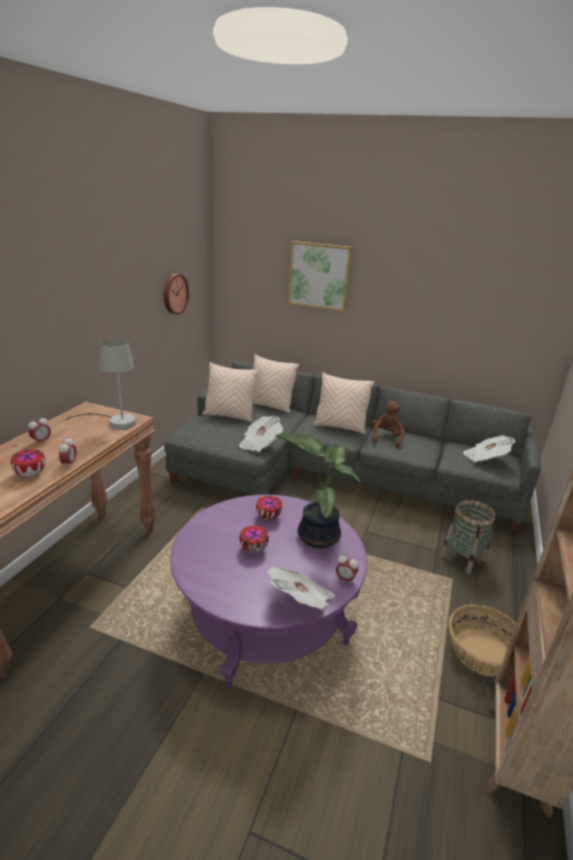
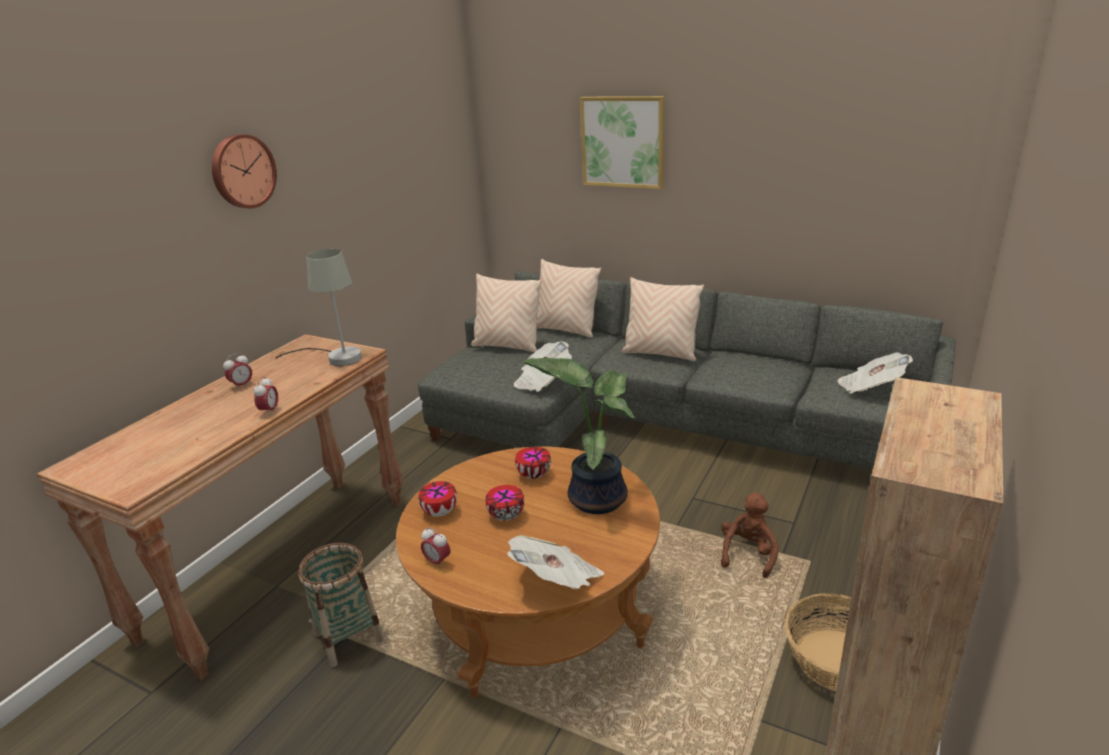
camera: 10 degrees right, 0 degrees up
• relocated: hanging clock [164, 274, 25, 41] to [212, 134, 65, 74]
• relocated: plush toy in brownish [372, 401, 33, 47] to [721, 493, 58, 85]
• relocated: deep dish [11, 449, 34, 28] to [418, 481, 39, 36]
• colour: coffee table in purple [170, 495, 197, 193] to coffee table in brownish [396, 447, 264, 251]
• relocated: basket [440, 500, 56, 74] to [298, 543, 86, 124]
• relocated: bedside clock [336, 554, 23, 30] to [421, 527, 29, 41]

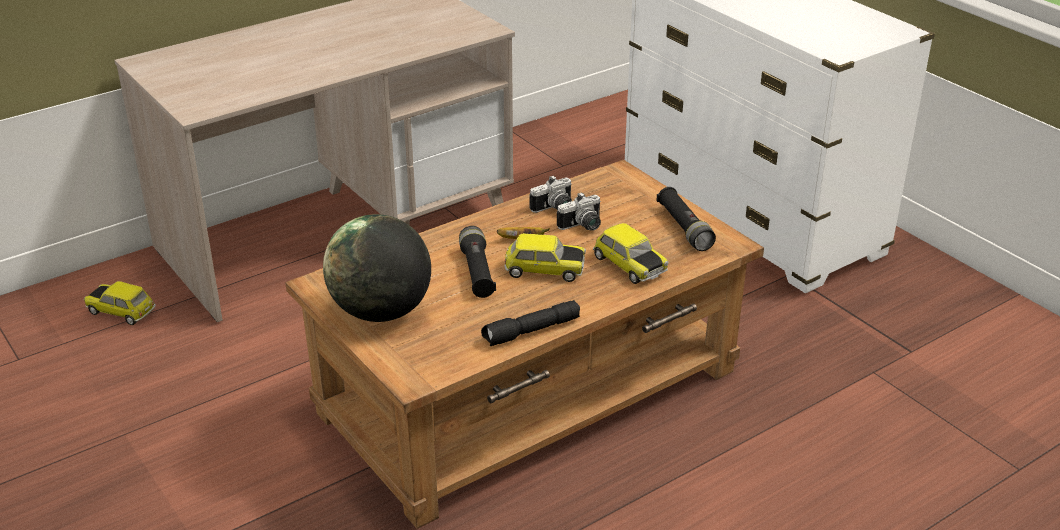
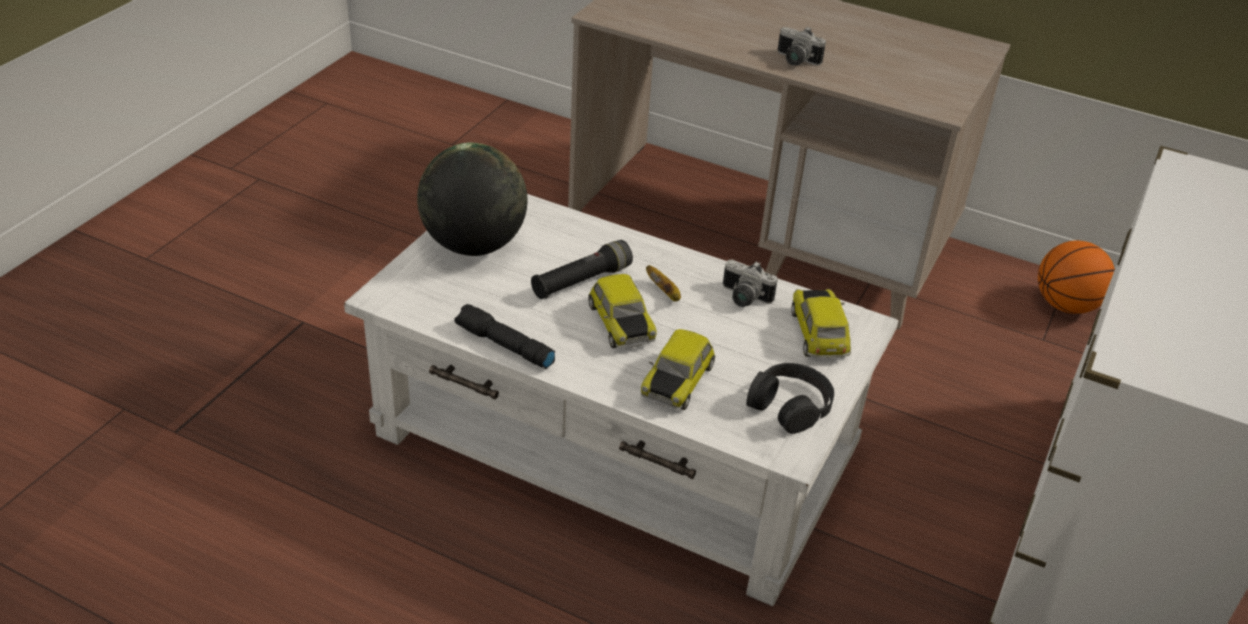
camera: 60 degrees right, 5 degrees up
• colour: coffee table in brownish [285, 160, 479, 369] to coffee table in whitish [344, 194, 555, 412]
• exchanged: hand torch in black-coloured [656, 187, 60, 64] to headphones in black-coloured [746, 363, 88, 71]
• relocated: still camera [557, 192, 44, 39] to [778, 27, 48, 39]
• relocated: model car [84, 281, 72, 44] to [791, 289, 60, 69]
• appeared: ball for basketball [1038, 241, 77, 73]

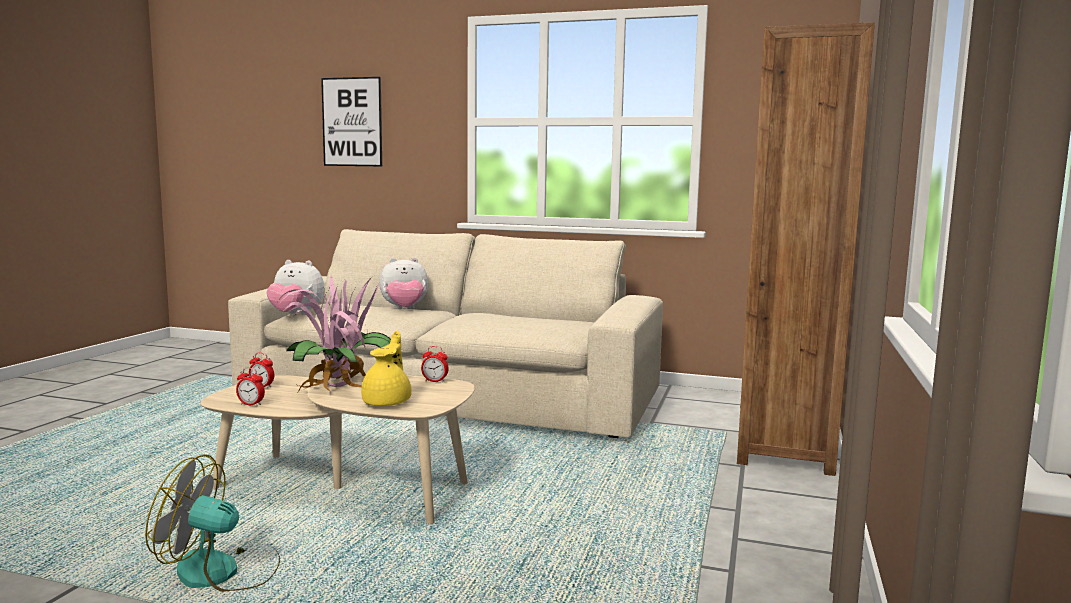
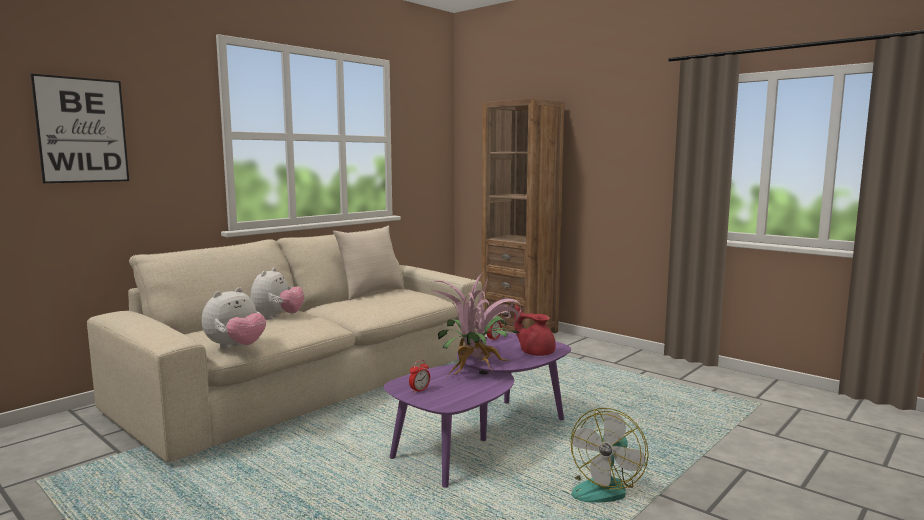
camera: 65 degrees left, 0 degrees up
• colour: tea pot in yellowish [361, 331, 51, 75] to tea pot in red [514, 305, 42, 51]
• missing: bedside clock [236, 367, 29, 39]
• colour: coffee table in sand-coloured [200, 375, 275, 149] to coffee table in purple [384, 333, 187, 155]
• appeared: pillow in sand-coloured [333, 225, 72, 75]

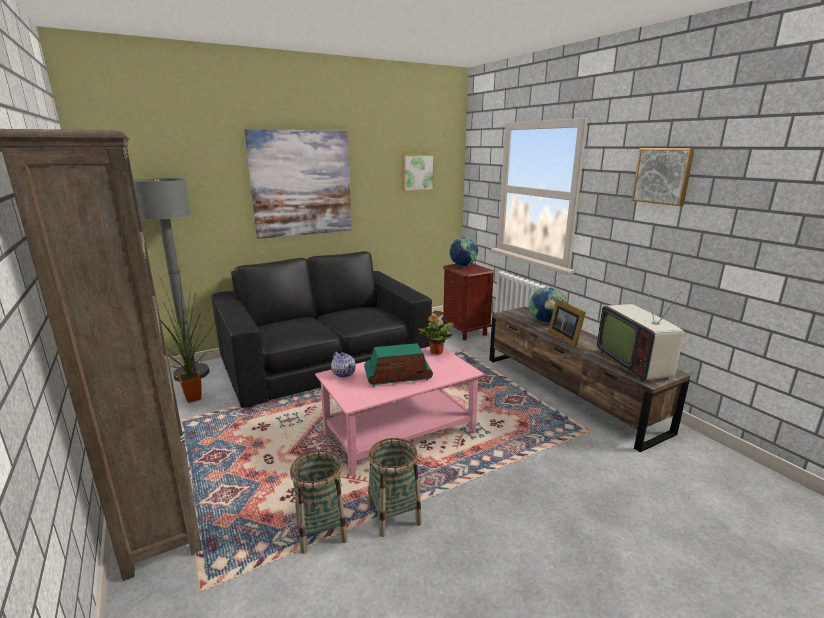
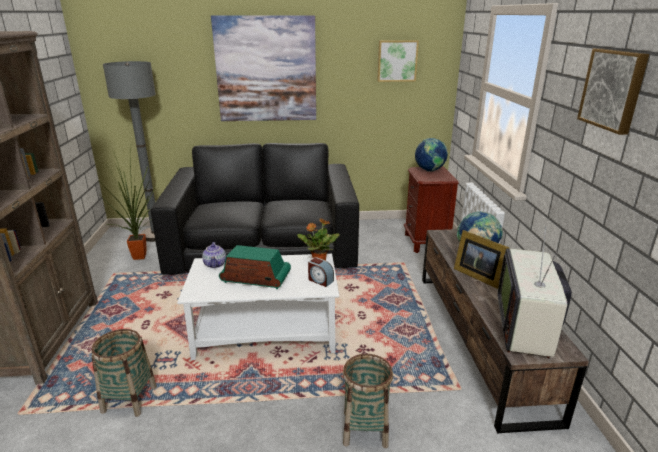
camera: 25 degrees right, 5 degrees up
• spun: standing frame [548, 299, 38, 48] = [454, 230, 55, 59] 45 degrees counterclockwise
• colour: coffee table in pink-coloured [315, 347, 169, 129] to coffee table in whitish [177, 254, 162, 106]
• relocated: basket [368, 438, 54, 99] to [343, 354, 50, 94]
• appeared: bedside clock [308, 257, 26, 30]

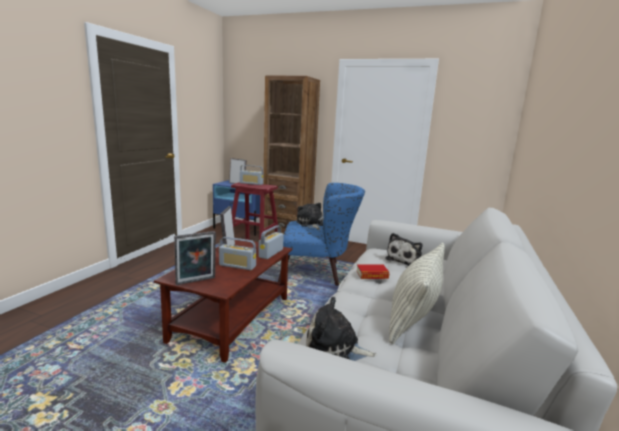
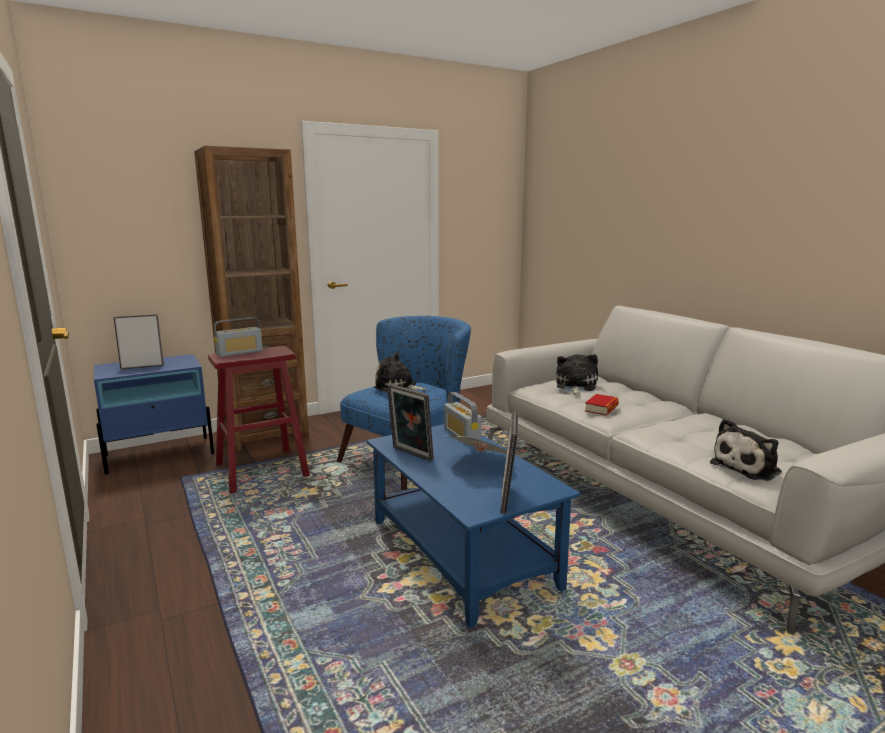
camera: 50 degrees left, 0 degrees up
• spun: plush toy [386, 233, 37, 33] = [556, 354, 42, 41] 150 degrees counterclockwise
• exchanged: radio set [219, 237, 37, 33] to daily paper [445, 435, 62, 19]
• colour: coffee table in brownish [154, 240, 138, 123] to coffee table in bluish [366, 424, 214, 204]
• missing: pillow [389, 243, 56, 101]

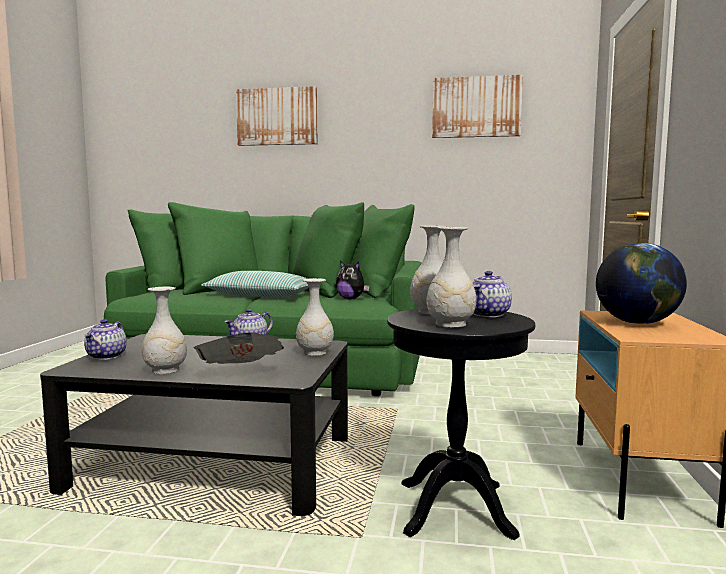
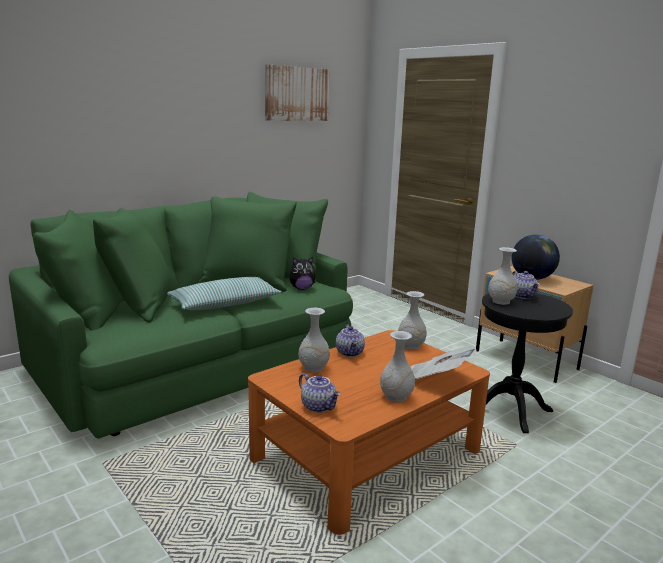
camera: 50 degrees left, 10 degrees up
• missing: picture [236, 86, 81, 60]
• relocated: flower vase in whitish [426, 227, 51, 101] to [298, 308, 32, 64]
• colour: coffee table in black-coloured [40, 334, 308, 182] to coffee table in orange [248, 330, 242, 205]

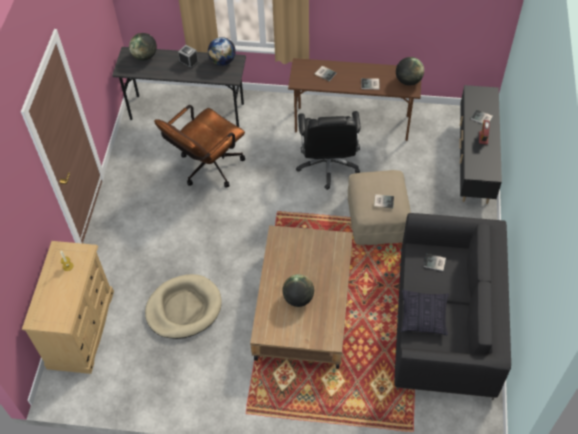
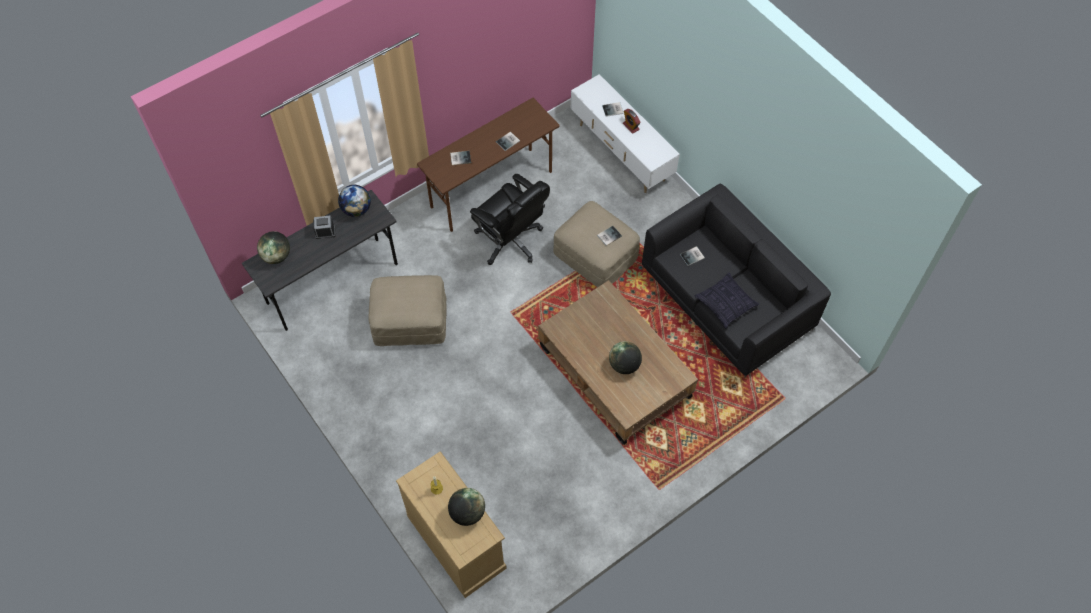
camera: 45 degrees left, 5 degrees up
• relocated: world globe [396, 57, 28, 28] to [448, 488, 37, 38]
• colour: tv stand in black-coloured [459, 85, 43, 119] to tv stand in whitish [571, 74, 109, 119]
• exchanged: desk chair in brownish [154, 105, 91, 83] to footrest in sand-coloured [369, 275, 78, 71]
• missing: pet bed in sand-coloured [145, 274, 77, 65]

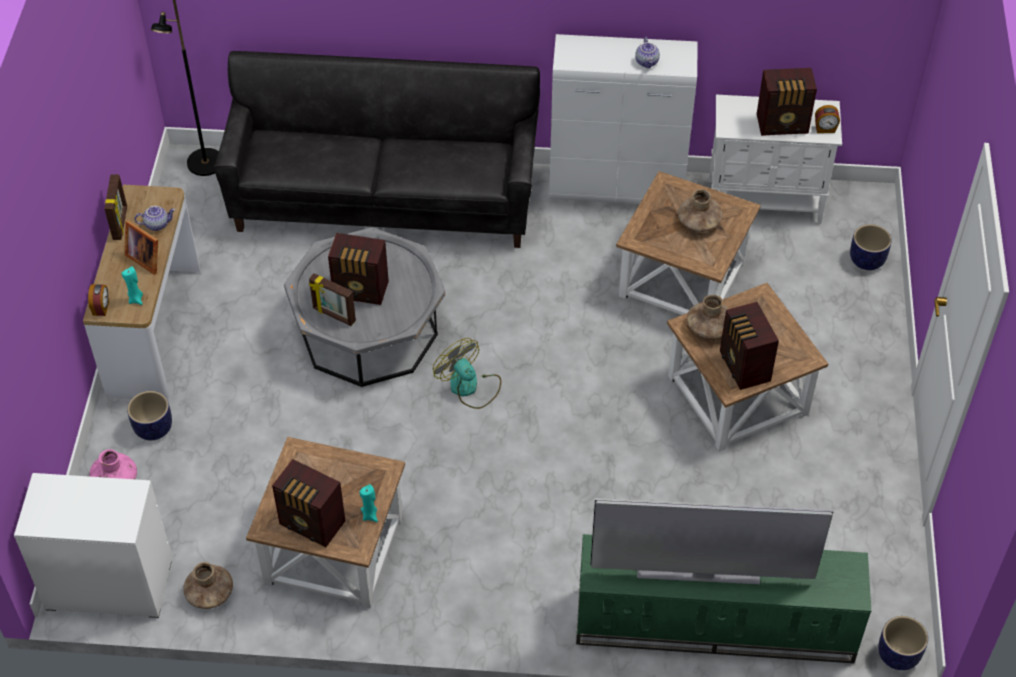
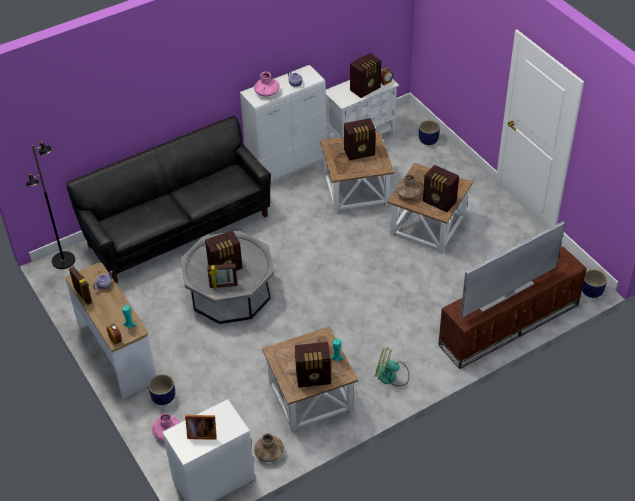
camera: 35 degrees left, 5 degrees down
• exchanged: flower vase in brownish [678, 189, 45, 43] to radio set [344, 118, 32, 43]
• relocated: standing frame [125, 220, 33, 55] to [185, 415, 32, 25]
• relocated: electric fan [433, 338, 68, 71] to [375, 346, 34, 40]
• colour: tv stand in greenish [576, 534, 295, 129] to tv stand in brownish [438, 247, 149, 122]
• appeared: flower vase in pink-coloured [254, 72, 26, 25]

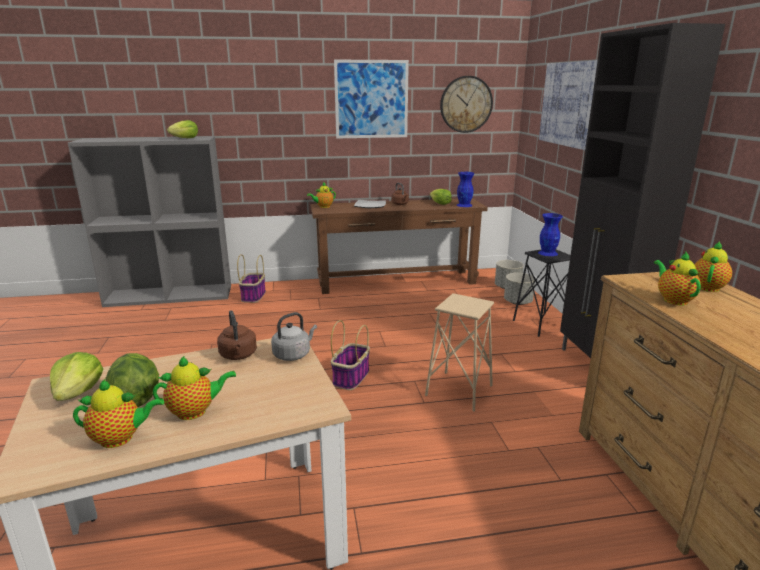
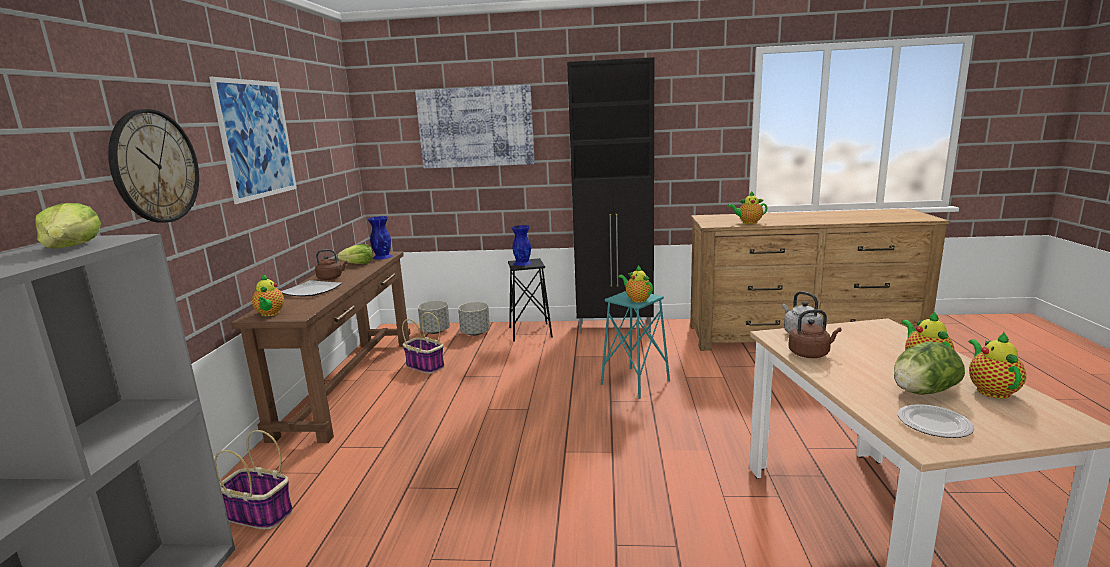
camera: 75 degrees left, 5 degrees down
• relocated: hanging clock [440, 76, 53, 57] to [108, 109, 91, 113]
• relocated: tea pot [694, 241, 38, 51] to [618, 265, 35, 38]
• colour: stool seat in sand-coloured [425, 293, 69, 119] to stool seat in blue-green [601, 291, 69, 108]
• relocated: basket [331, 320, 39, 70] to [402, 312, 43, 62]
• exchanged: head of lettuce [50, 352, 53, 49] to plate [898, 404, 76, 34]

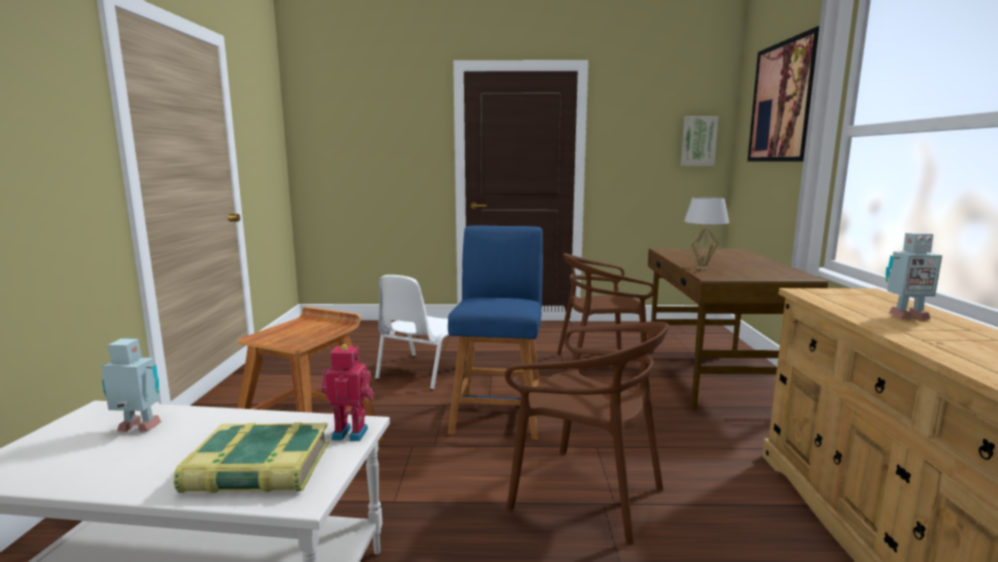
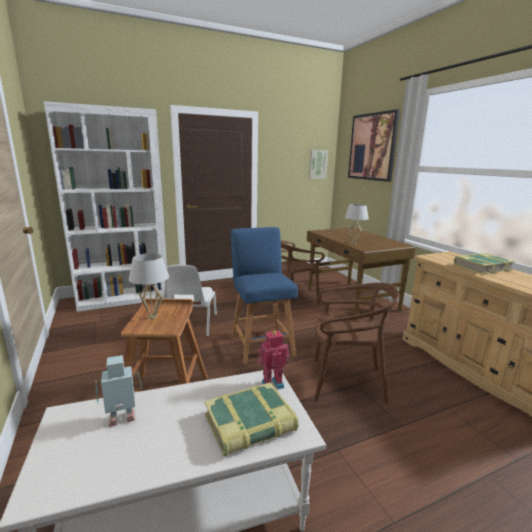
camera: 25 degrees left, 5 degrees up
• exchanged: model robot [886, 233, 56, 87] to bound book [454, 253, 61, 21]
• appeared: bookshelf in whitish [43, 101, 124, 211]
• appeared: lamp for a table in whitish [129, 253, 40, 66]

